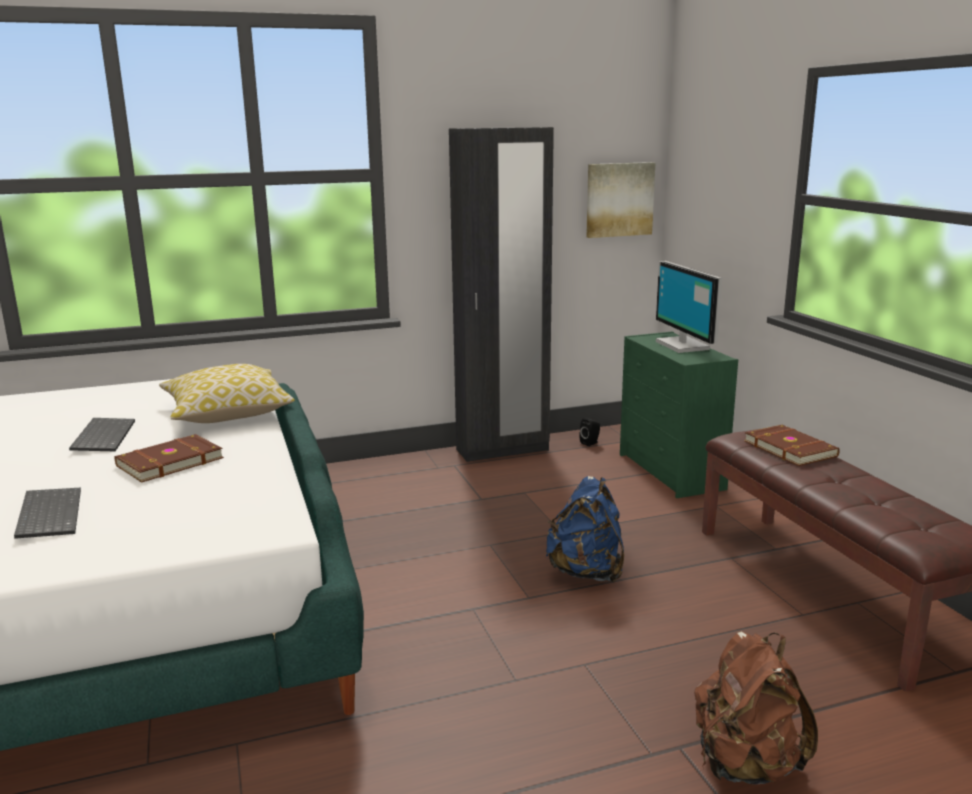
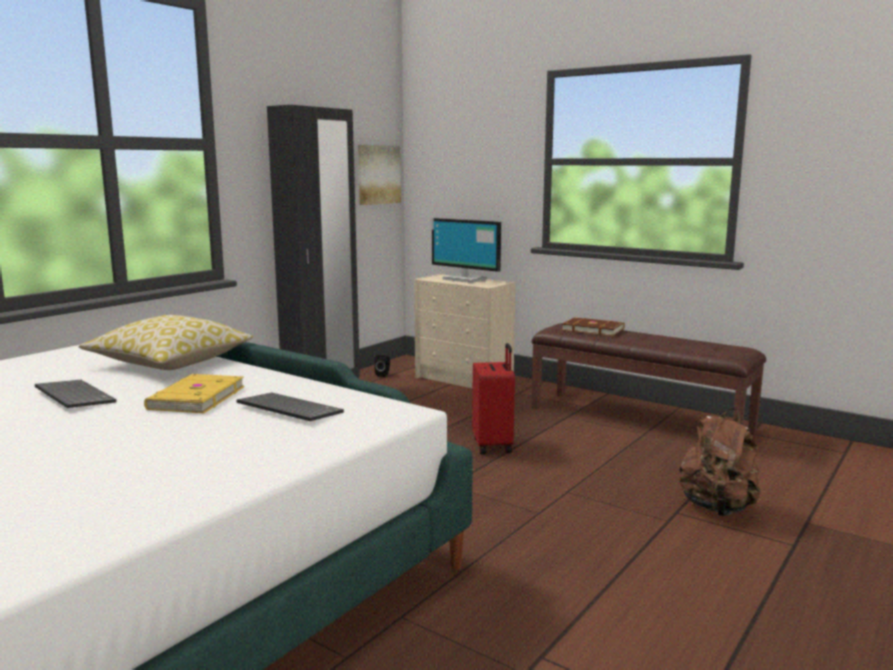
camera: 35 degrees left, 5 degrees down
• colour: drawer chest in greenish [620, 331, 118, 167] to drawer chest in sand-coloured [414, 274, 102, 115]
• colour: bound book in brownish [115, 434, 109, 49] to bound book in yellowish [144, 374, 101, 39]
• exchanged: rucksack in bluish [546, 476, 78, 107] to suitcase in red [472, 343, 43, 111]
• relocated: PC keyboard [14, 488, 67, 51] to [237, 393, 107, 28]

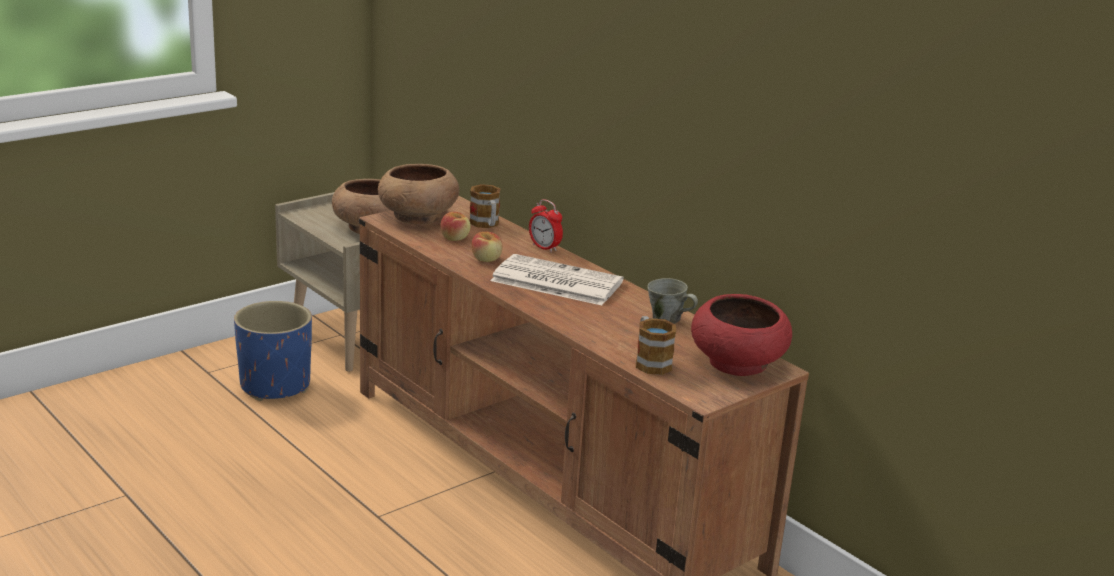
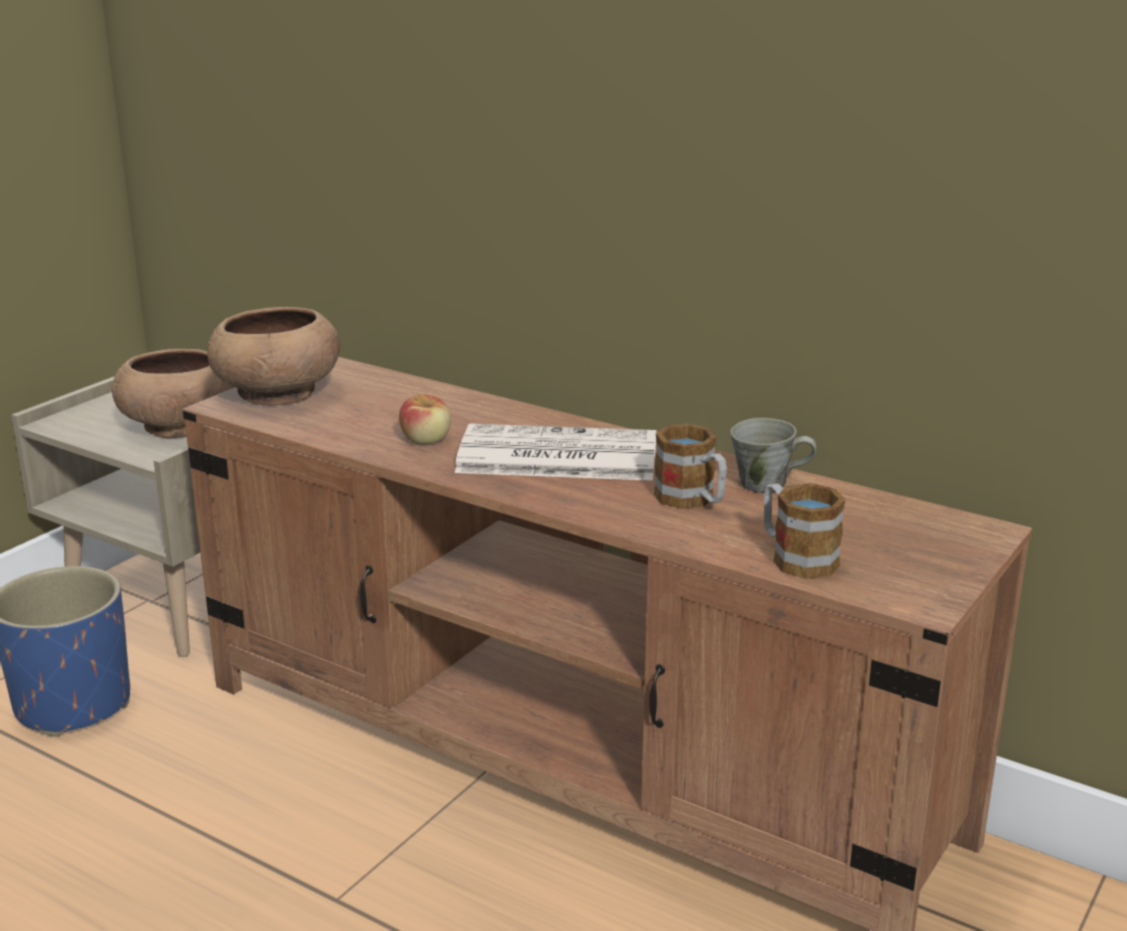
camera: 15 degrees left, 0 degrees up
• relocated: mug [470, 184, 30, 44] to [654, 423, 73, 86]
• missing: bedside clock [529, 199, 34, 54]
• missing: apple fruit [440, 212, 31, 29]
• missing: deep dish in red [691, 294, 101, 82]

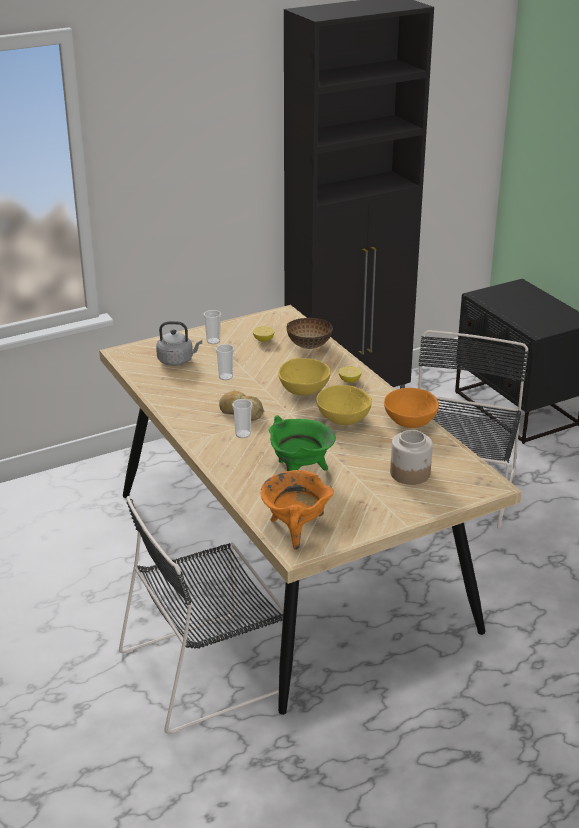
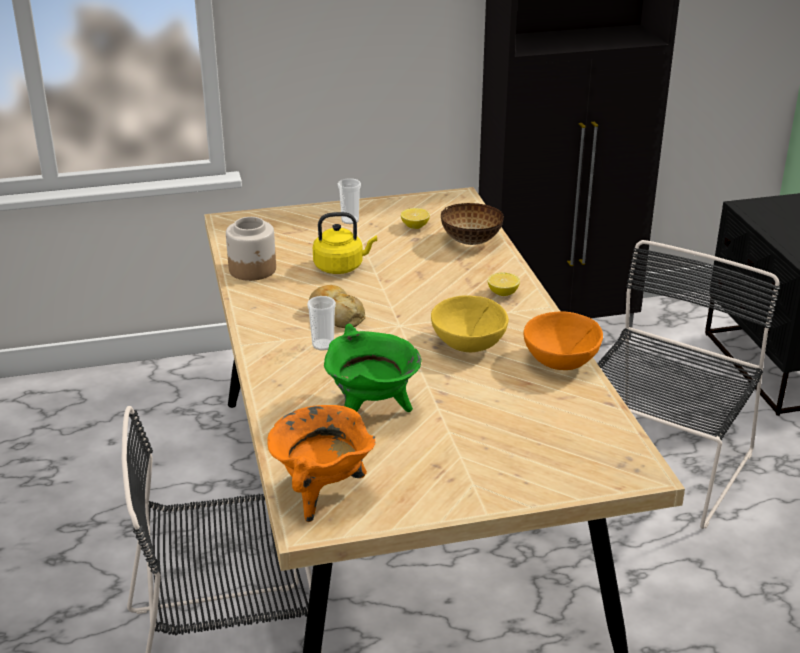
camera: 15 degrees right, 0 degrees up
• missing: kettle in grey [156, 321, 46, 45]
• exchanged: small cup [216, 344, 18, 36] to kettle in yellowish [313, 212, 64, 62]
• missing: deep dish in yellowish [278, 358, 53, 38]
• relocated: jar [390, 430, 43, 55] to [226, 217, 50, 64]

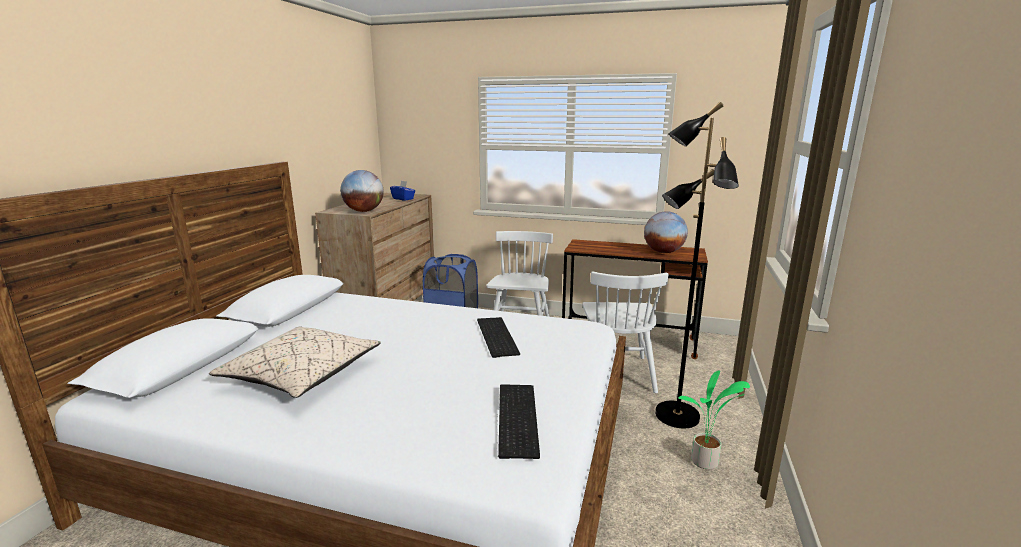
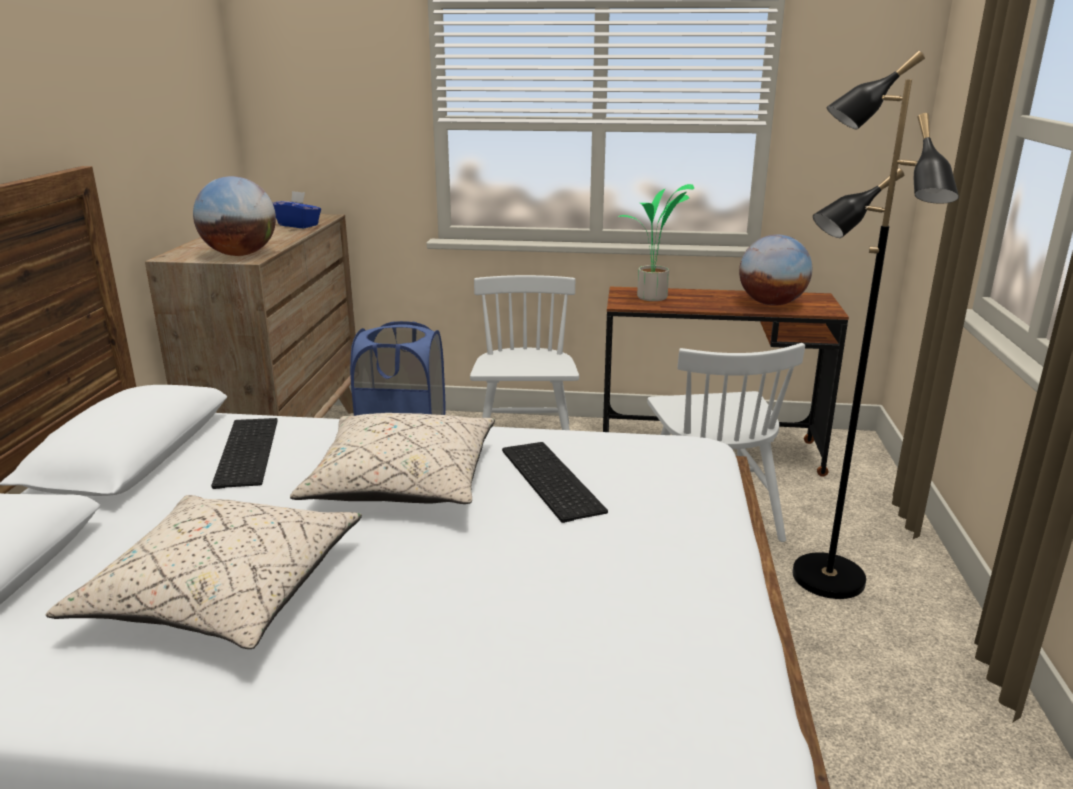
camera: 10 degrees left, 5 degrees up
• relocated: houseplant [678, 370, 72, 100] to [618, 184, 76, 117]
• relocated: PC keyboard [498, 384, 42, 75] to [211, 418, 67, 71]
• appeared: pillow in sand-coloured [290, 413, 205, 91]

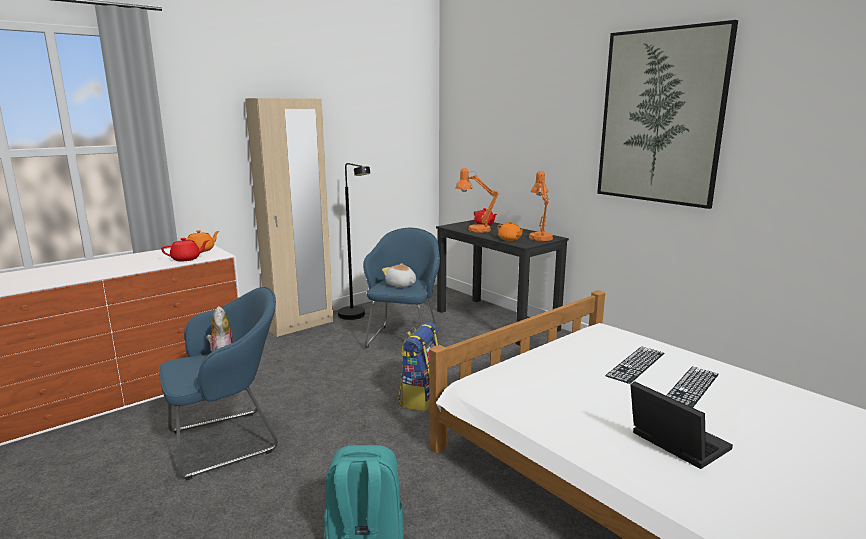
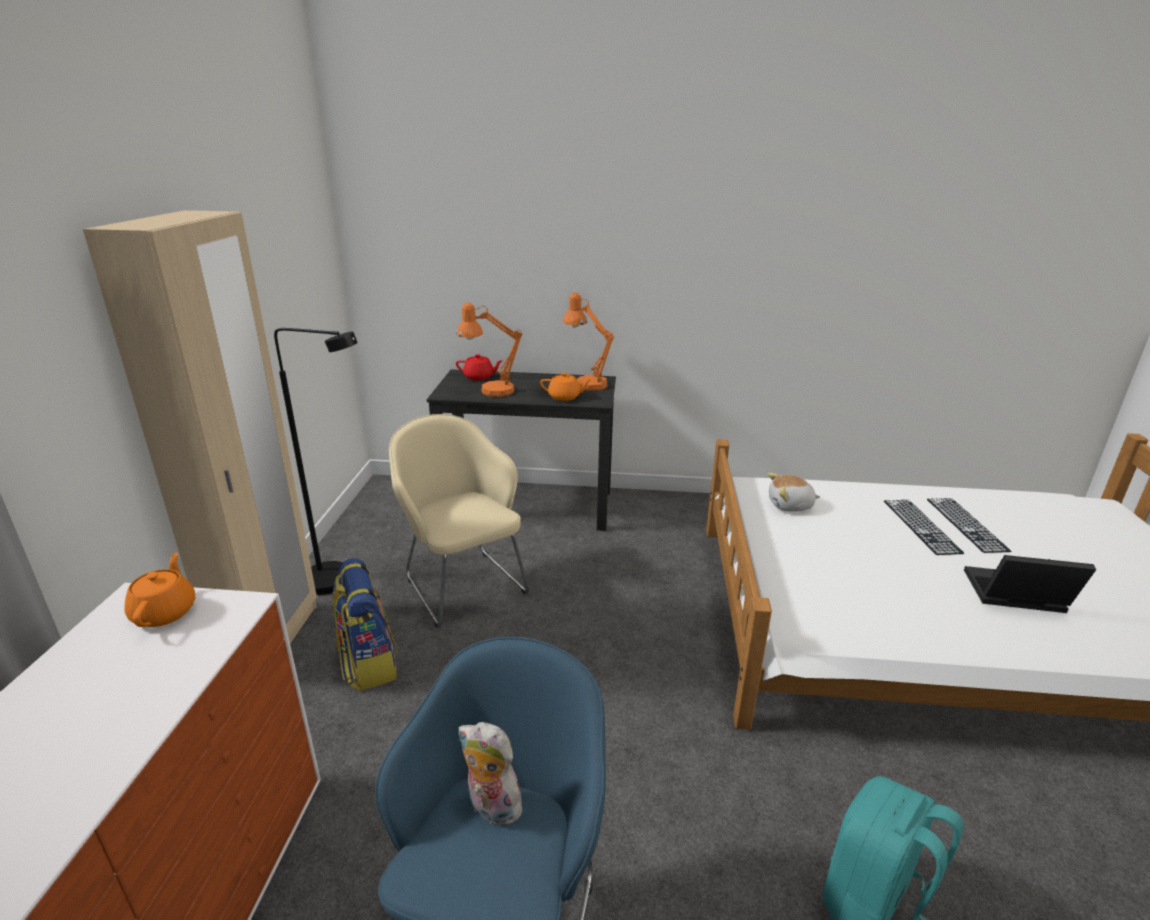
camera: 45 degrees left, 10 degrees up
• missing: picture [597, 20, 141, 189]
• colour: lounge chair in bluish [363, 228, 77, 120] to lounge chair in sand-coloured [389, 414, 140, 214]
• missing: tea pot in red [161, 238, 48, 23]
• relocated: plush toy [382, 263, 34, 24] to [768, 473, 52, 39]
• relocated: rucksack [398, 322, 40, 89] to [333, 558, 64, 133]
• relocated: PC keyboard [605, 346, 59, 38] to [927, 498, 84, 55]

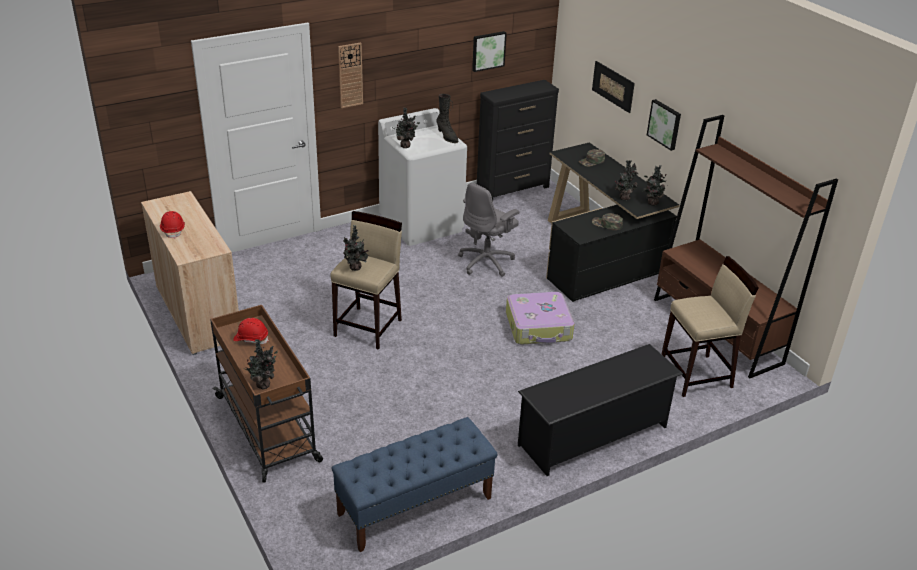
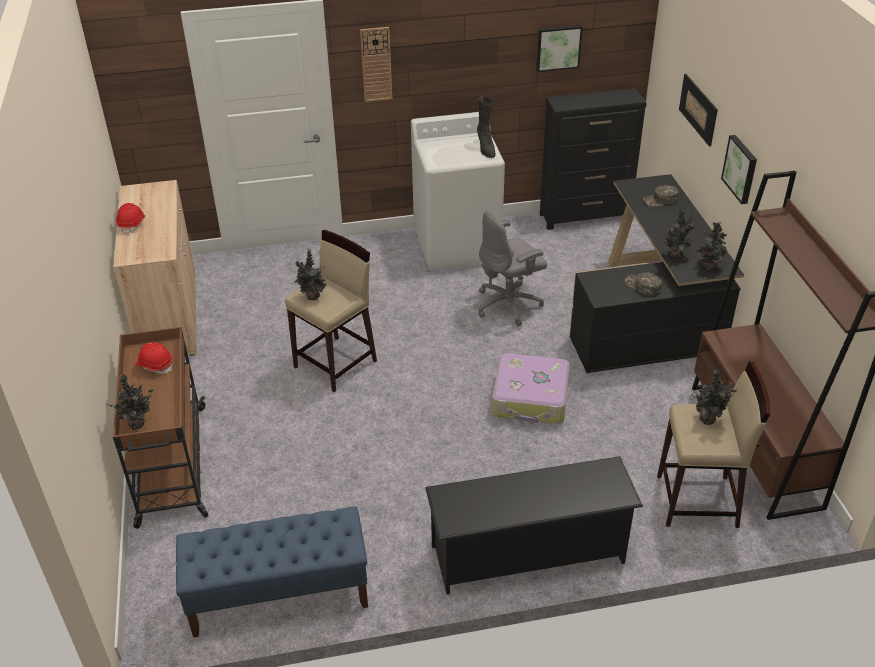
camera: 20 degrees right, 5 degrees up
• relocated: houseplant [392, 108, 28, 40] to [691, 369, 46, 56]

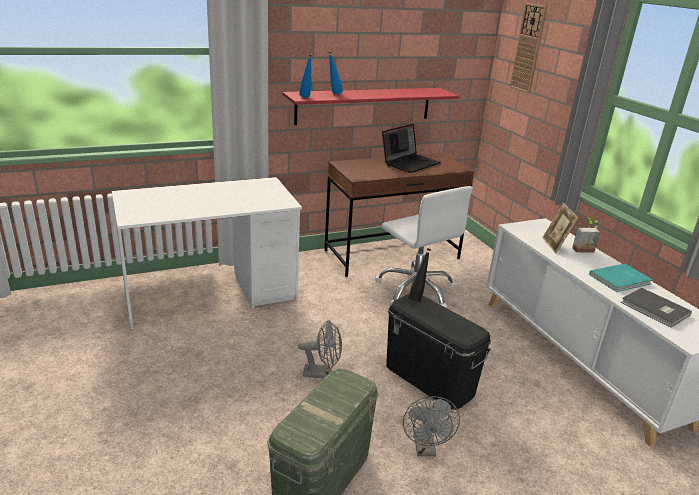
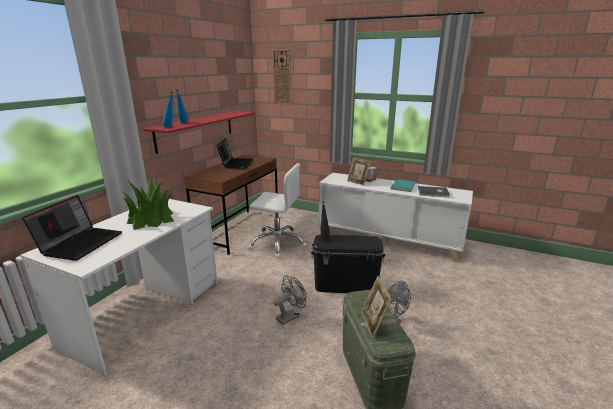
camera: 40 degrees left, 5 degrees down
• appeared: houseplant [123, 175, 51, 55]
• appeared: notebook computer [22, 195, 100, 66]
• appeared: standing frame [361, 276, 31, 63]

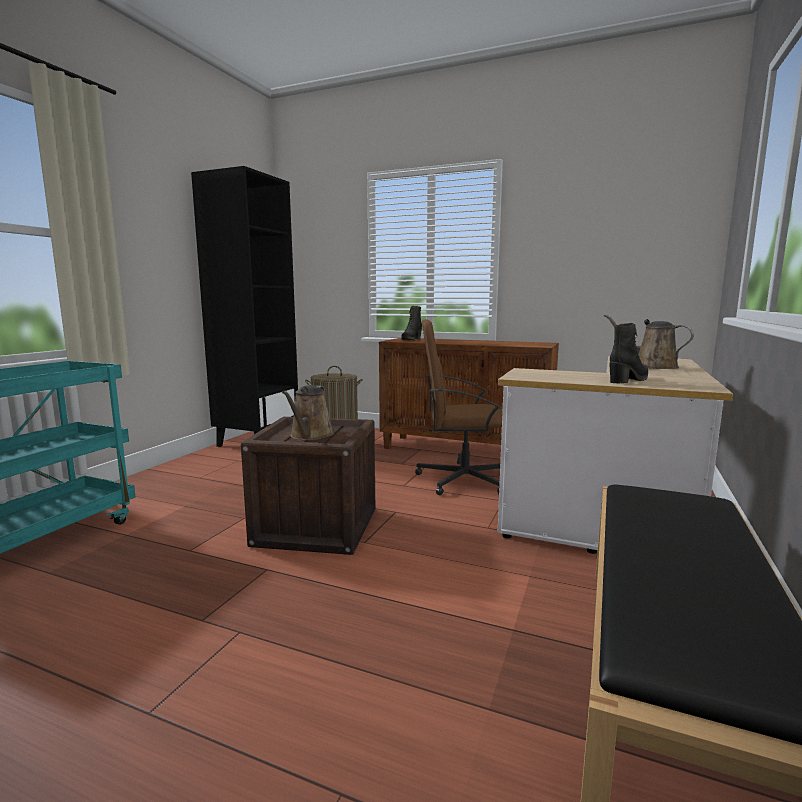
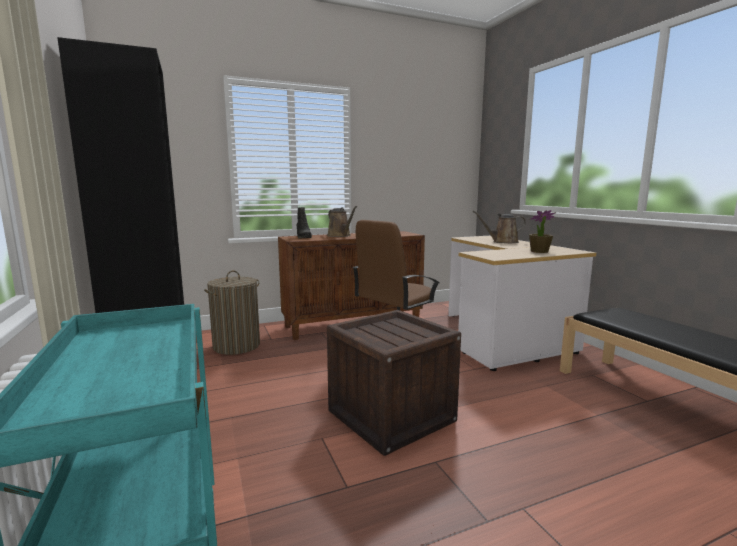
camera: 45 degrees left, 0 degrees up
• exchanged: high-top boot in black-coloured [609, 323, 39, 61] to houseplant [529, 210, 26, 43]
• relocated: watering can in brownish [282, 385, 52, 55] to [327, 206, 30, 31]

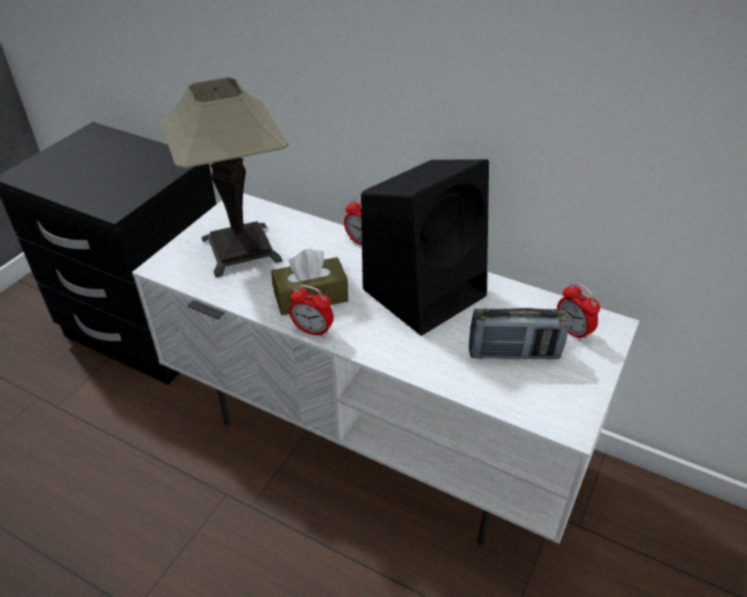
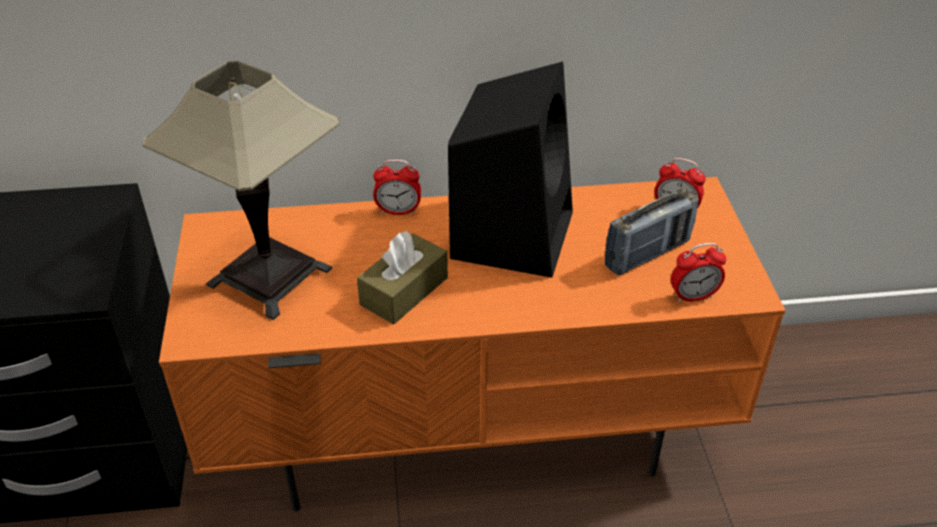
camera: 35 degrees left, 0 degrees up
• colour: tv stand in whitish [132, 193, 507, 353] to tv stand in orange [159, 177, 626, 335]
• relocated: bedside clock [289, 285, 45, 52] to [671, 243, 55, 60]

